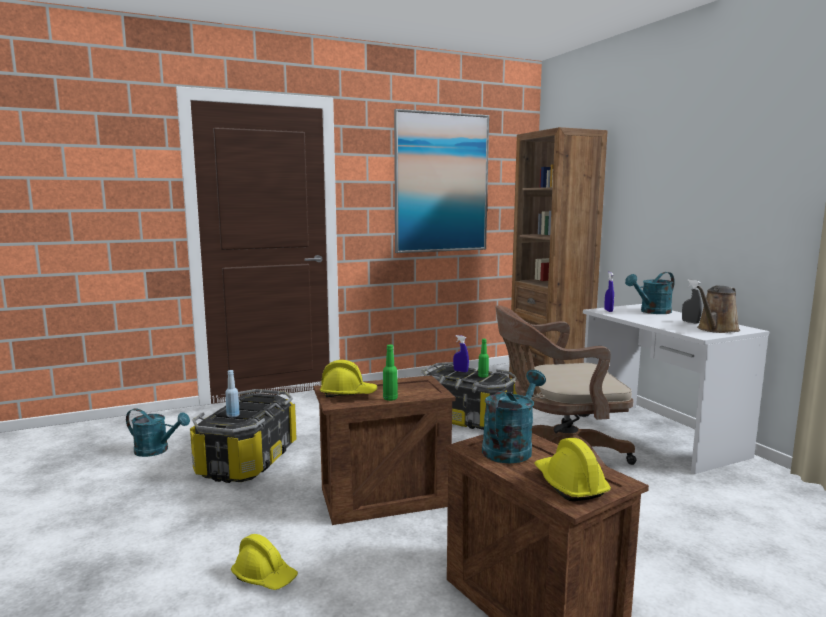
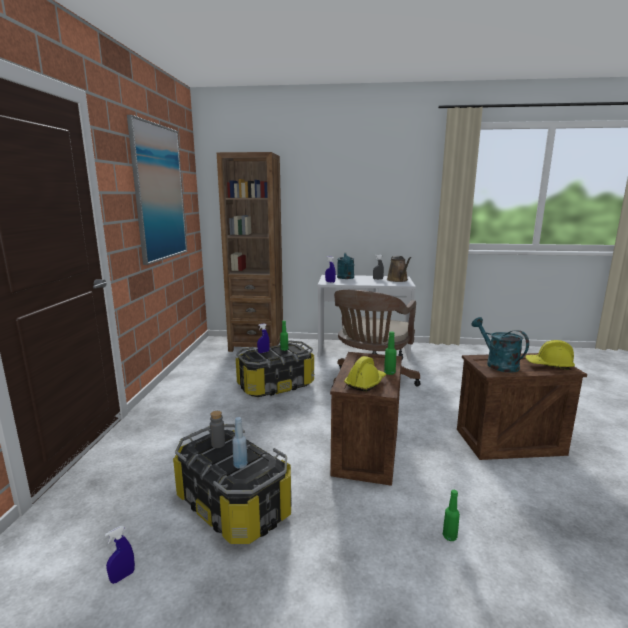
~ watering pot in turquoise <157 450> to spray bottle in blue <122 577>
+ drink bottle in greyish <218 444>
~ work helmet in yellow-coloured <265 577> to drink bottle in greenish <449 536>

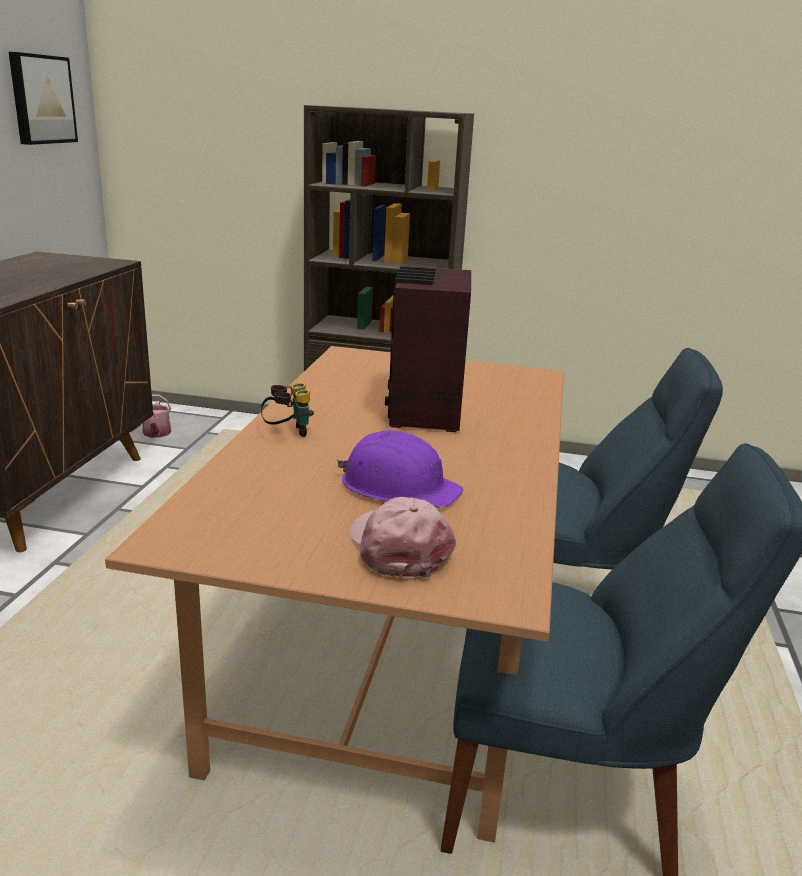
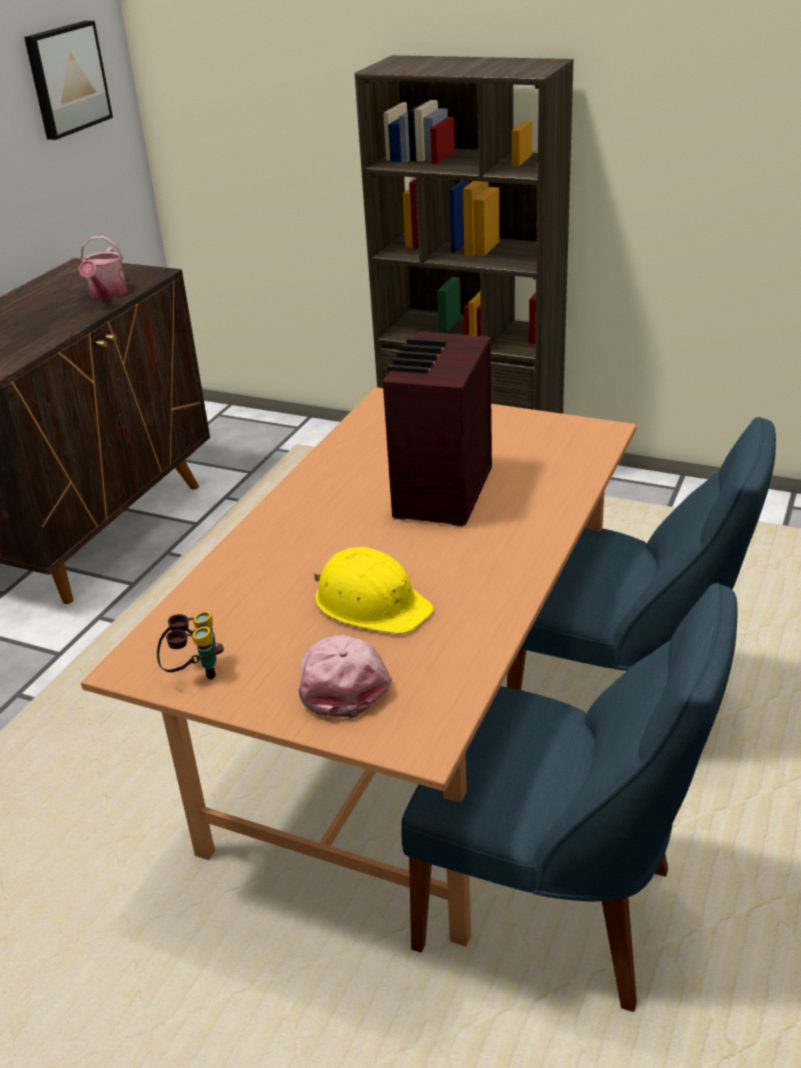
~ watering pot <156 434> to <107 294>
~ pair of binoculars <287 433> to <194 671>
~ work helmet in purple-coloured <399 487> to work helmet in yellow-coloured <371 603>

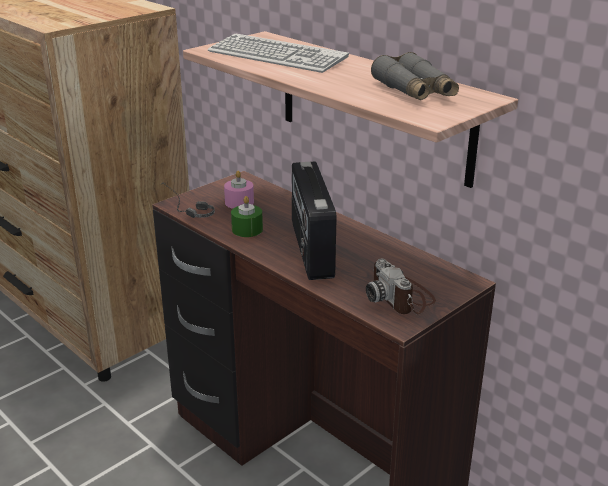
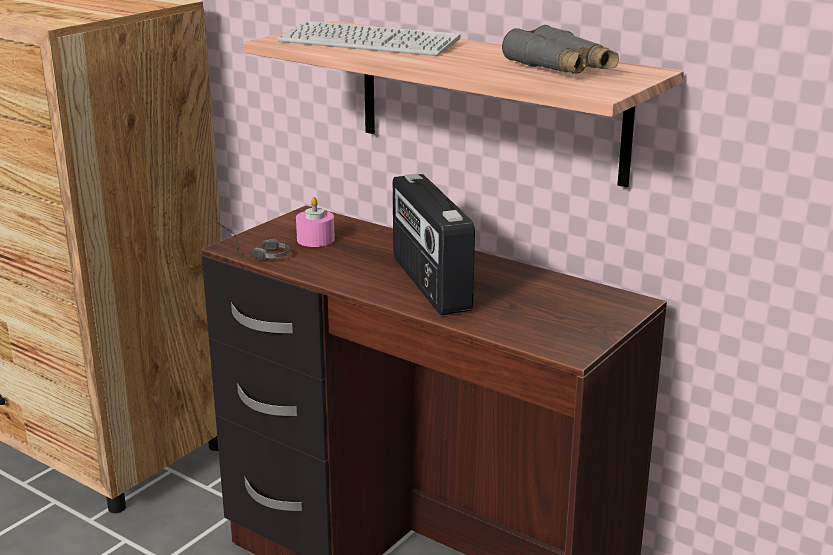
- candle in greenish <247 229>
- photo camera <401 297>

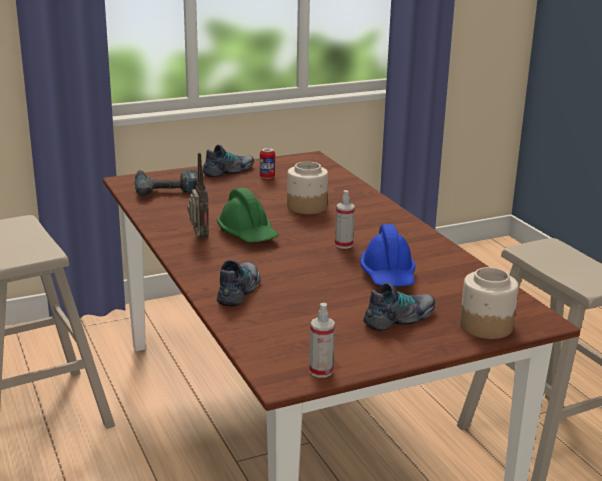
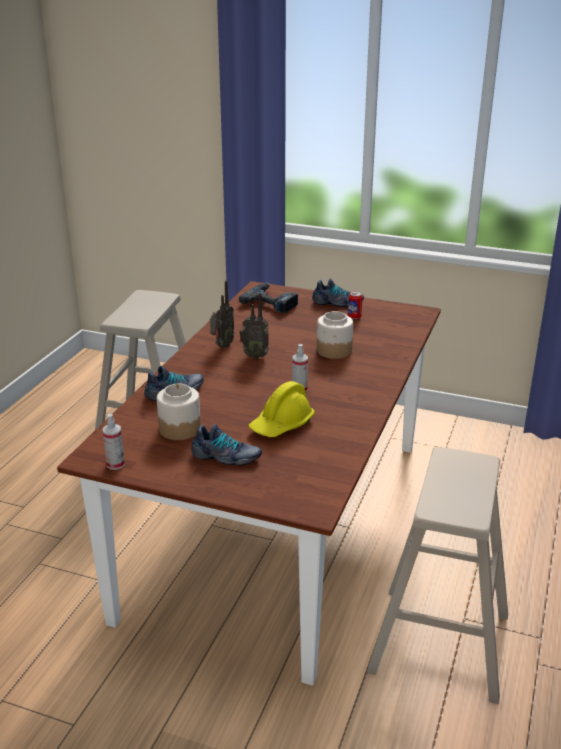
~ preserve jar <485 326> to <180 429>
~ work helmet in greenish <248 234> to radio <255 356>
~ work helmet in blue <388 275> to work helmet in yellow-coloured <282 425>

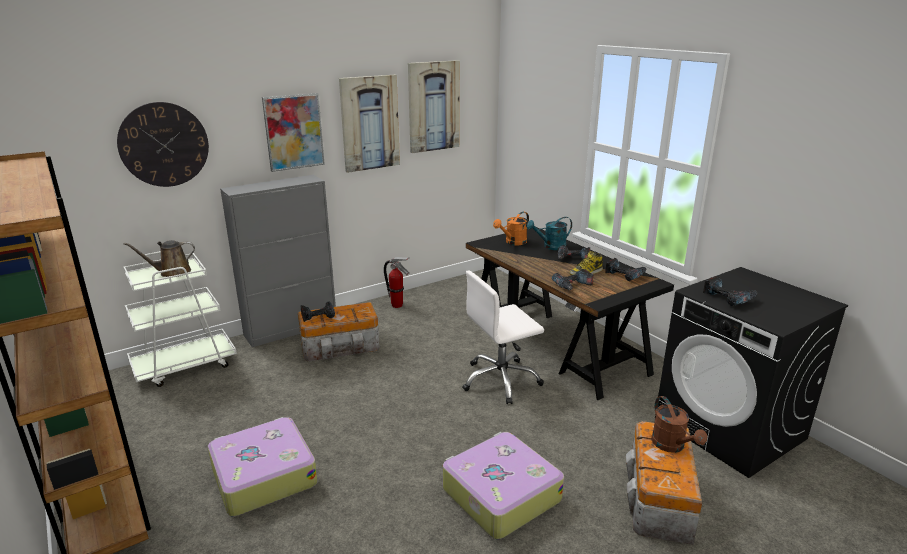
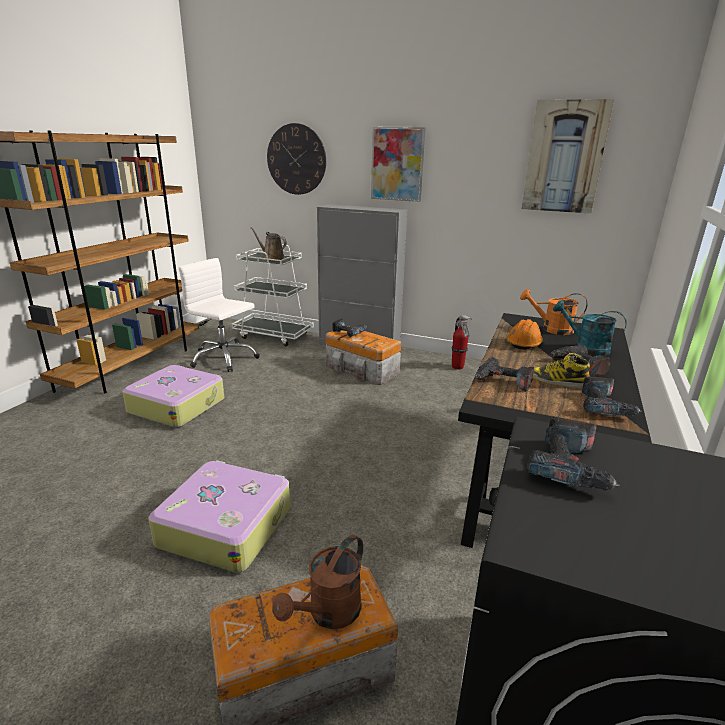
~ desk chair in whitish <501 380> to <223 358>
+ work helmet in orange <524 343>
- picture <369 123>

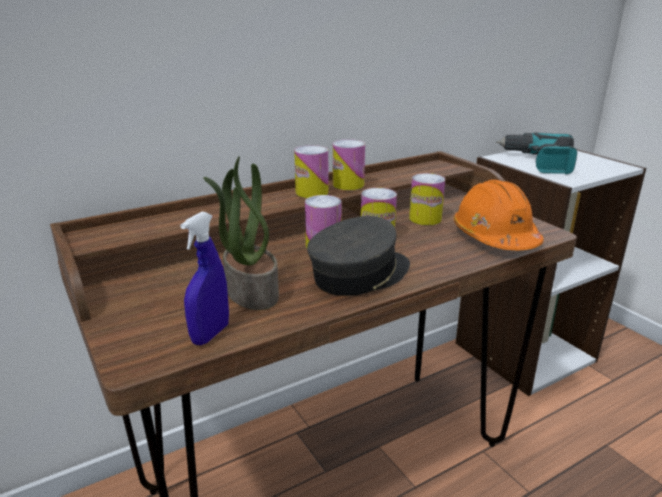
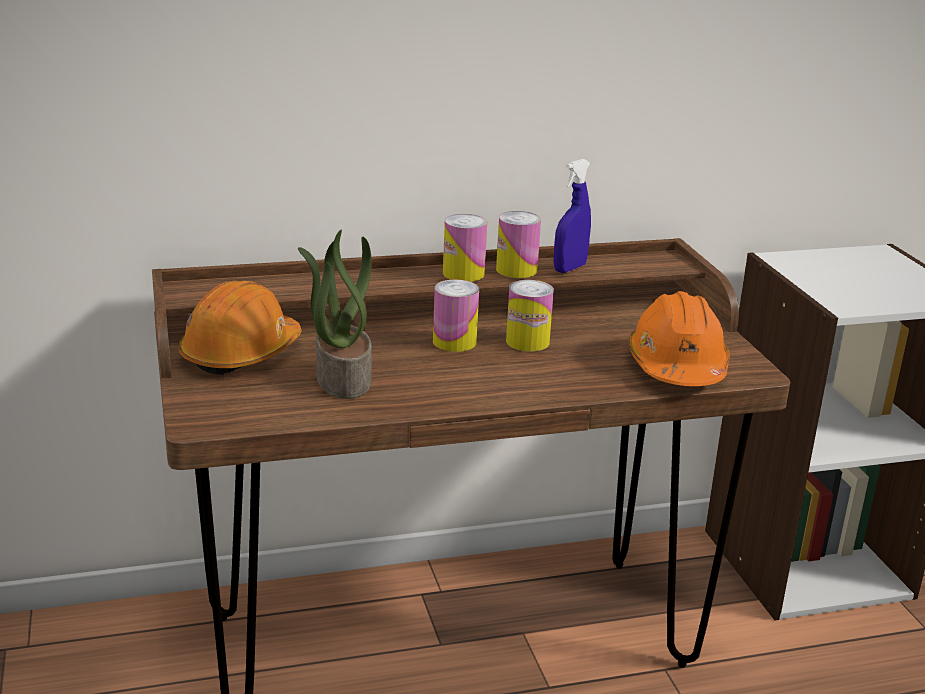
+ work helmet in orange <241 353>
~ spray bottle in blue <210 334> to <569 268>
- peaked cap in greyish <359 274>
- sealed can <425 219>
- power drill <538 162>

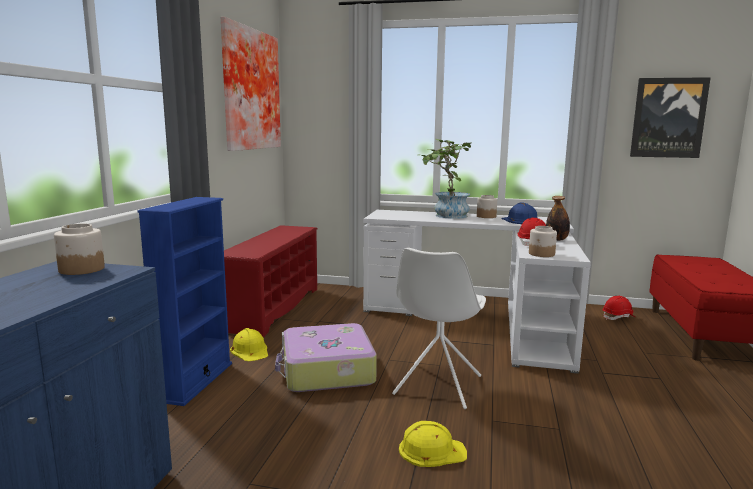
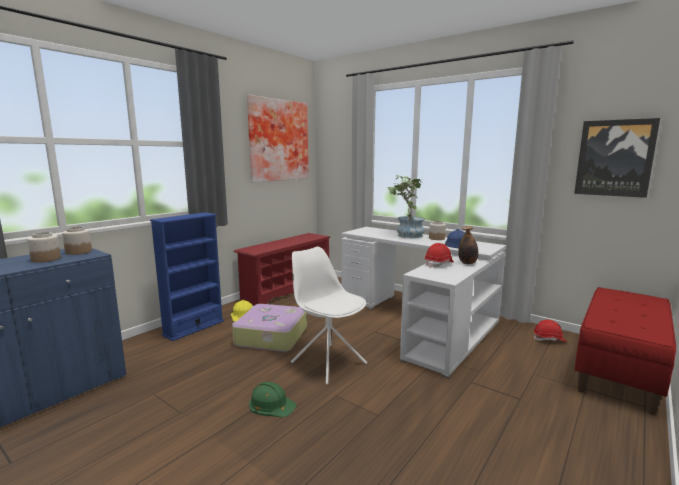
~ preserve jar <541 254> to <45 259>
~ work helmet in yellow-coloured <431 450> to work helmet in greenish <271 404>
~ plain chair in whitish <437 386> = <328 362> 90 degrees clockwise

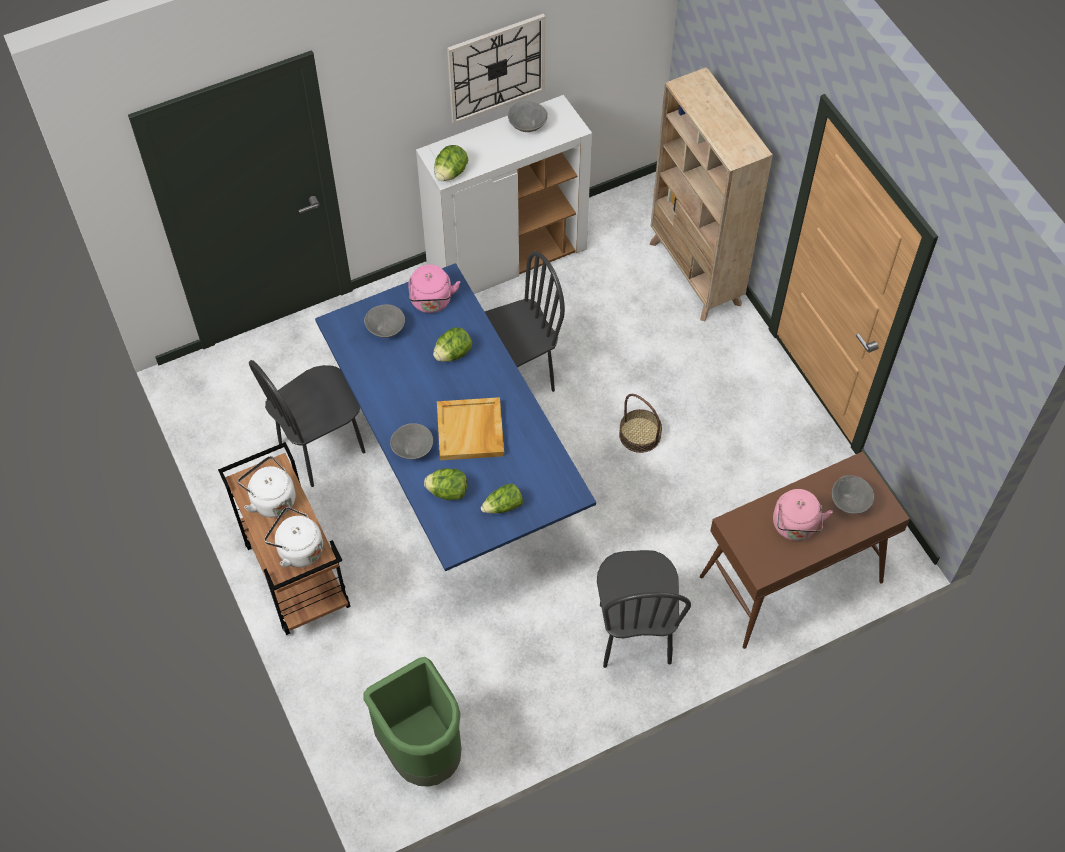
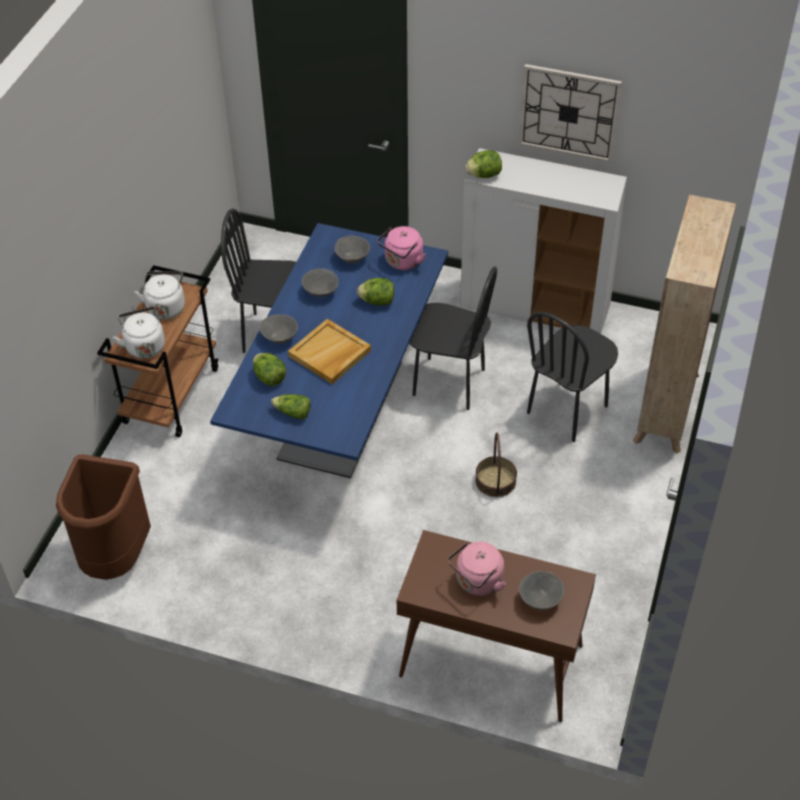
~ rubbish bin in greenish <423 751> to rubbish bin in brown <116 557>
~ bowl in greyish <528 126> to <321 292>
~ plain chair in blackish <634 633> to <567 410>

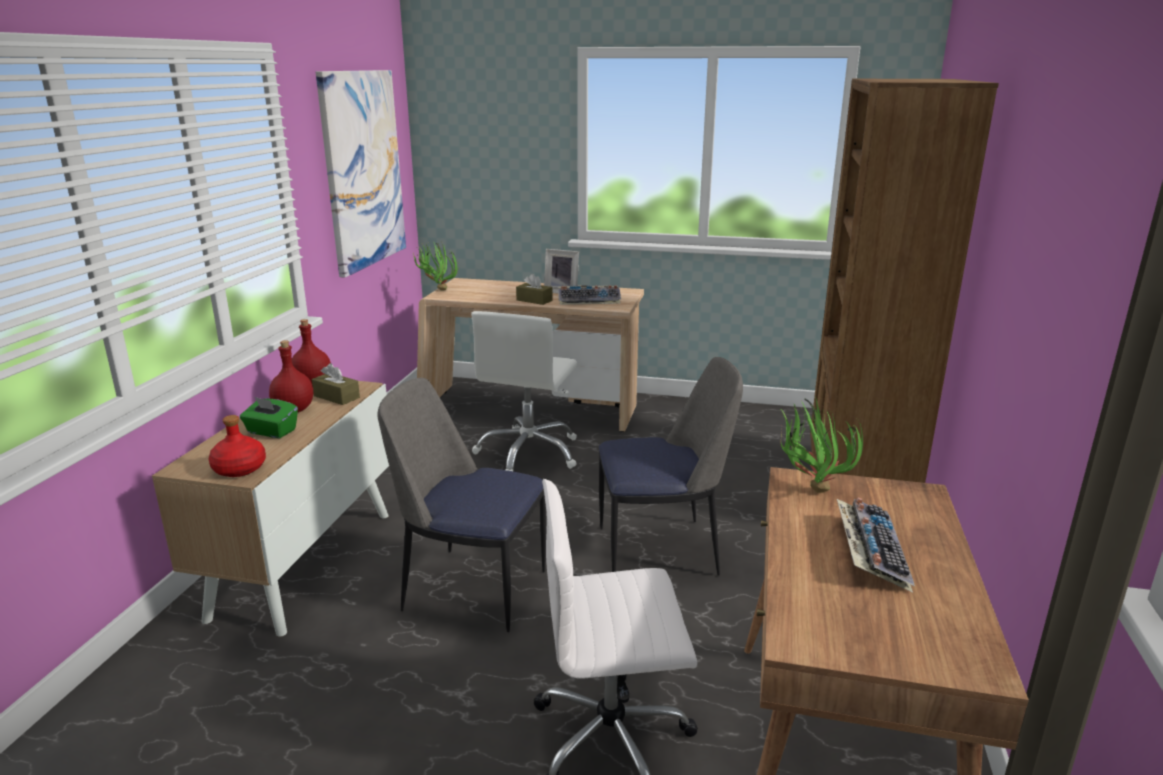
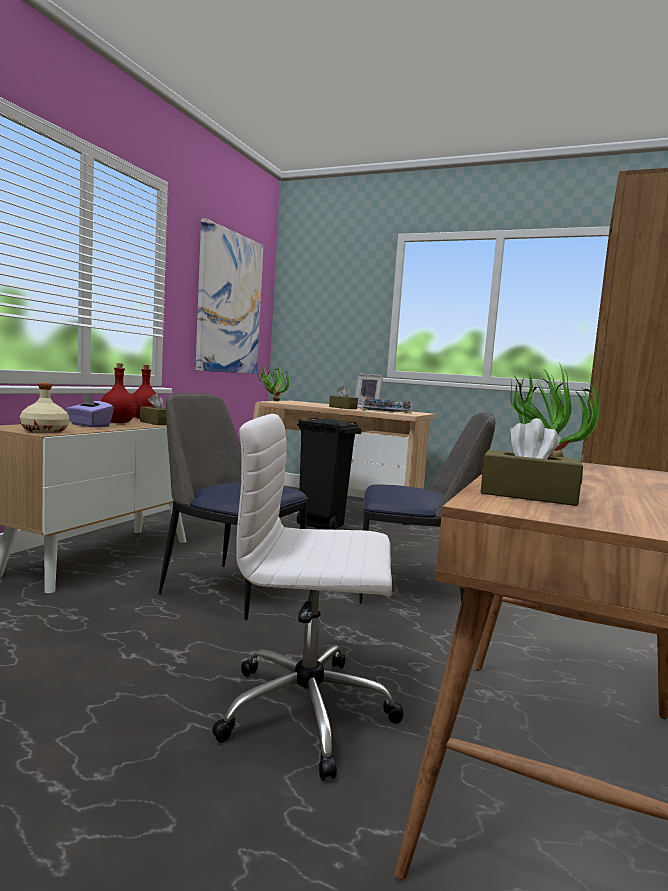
~ drink bottle in red-coloured <239 469> to drink bottle in beige-coloured <44 431>
~ tissue holder in greenish <271 432> to tissue holder in purple-coloured <89 425>
~ desk chair in whitish <529 453> to rubbish bin in blackish <321 525>
+ tissue holder in brown <528 495>
- keyboard <869 551>

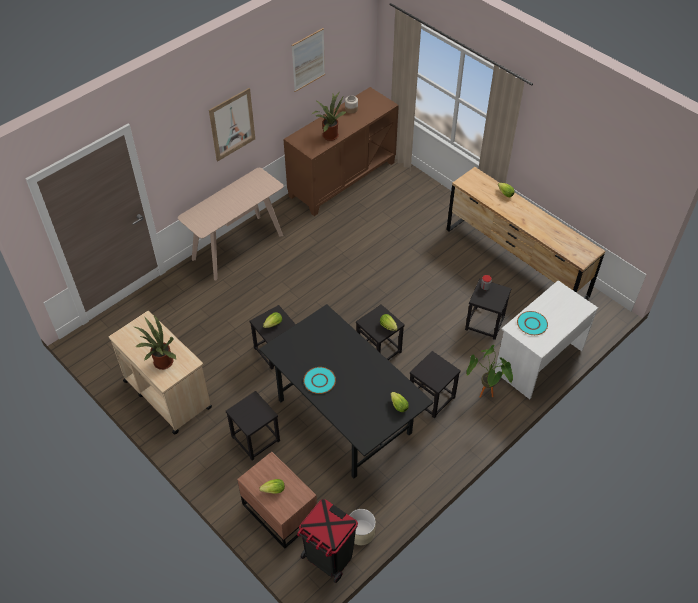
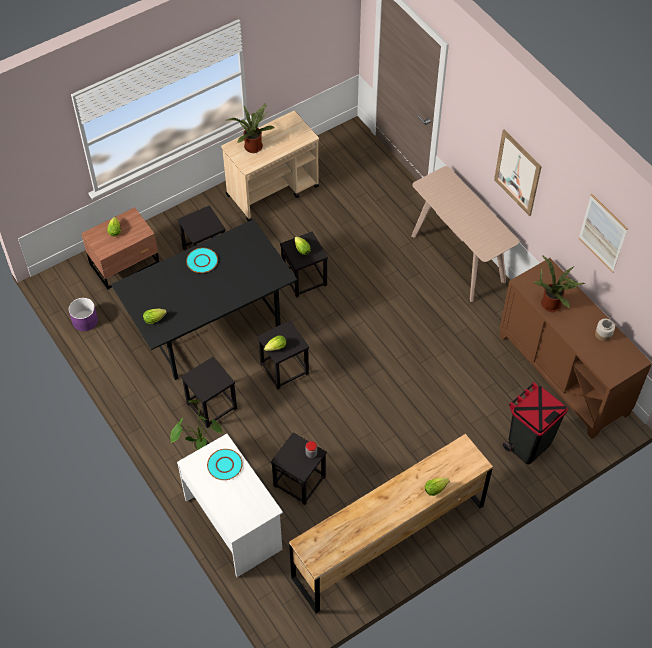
~ planter in beige-coloured <361 532> to planter in purple-coloured <85 320>
~ rubbish bin in blackish <328 558> to <528 444>

